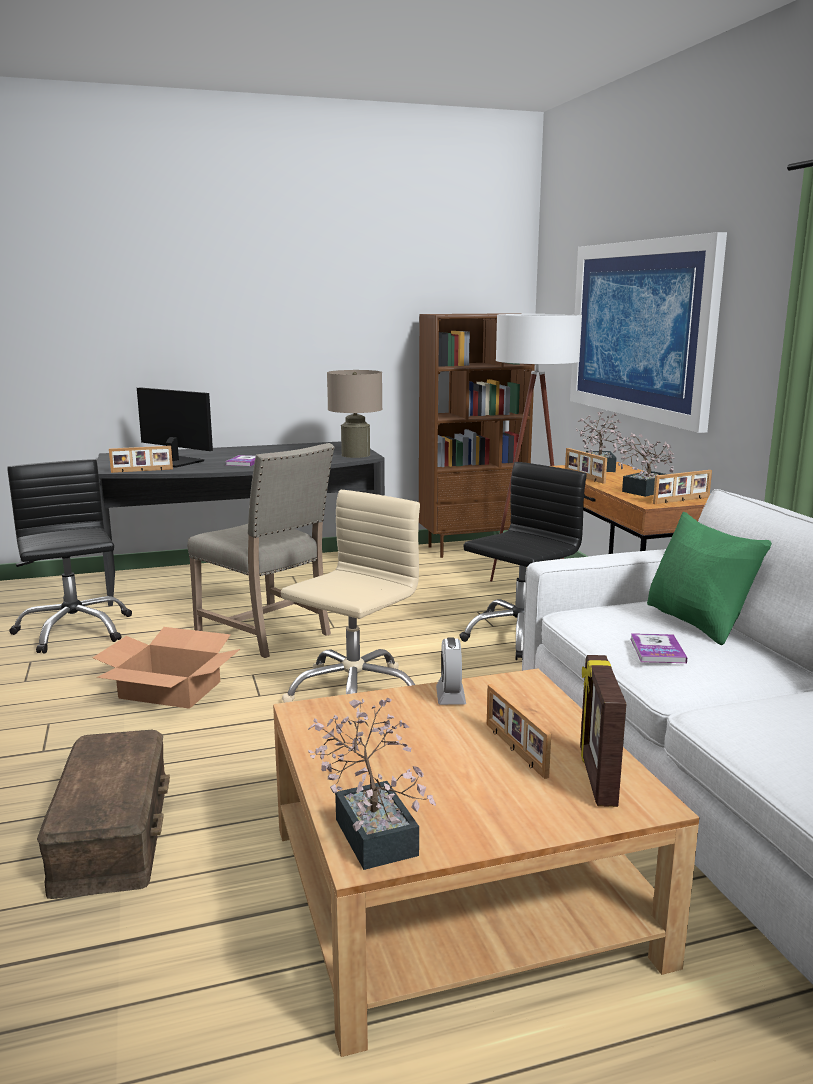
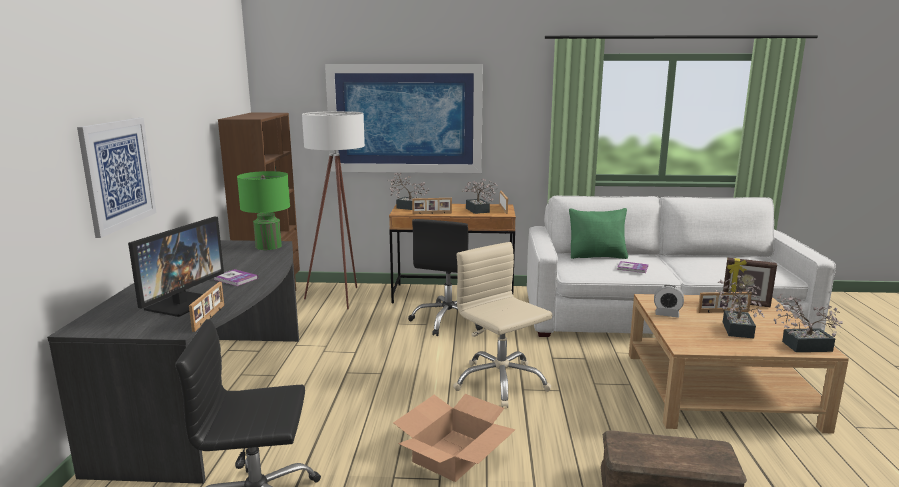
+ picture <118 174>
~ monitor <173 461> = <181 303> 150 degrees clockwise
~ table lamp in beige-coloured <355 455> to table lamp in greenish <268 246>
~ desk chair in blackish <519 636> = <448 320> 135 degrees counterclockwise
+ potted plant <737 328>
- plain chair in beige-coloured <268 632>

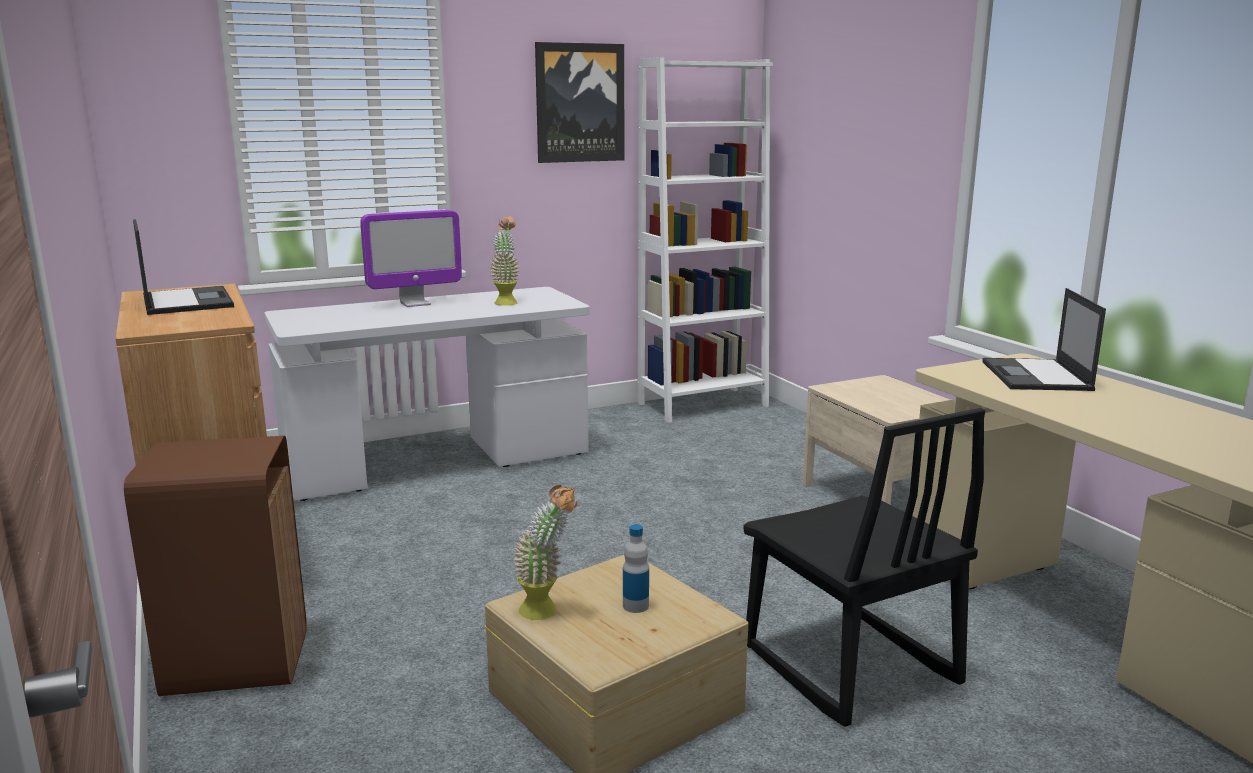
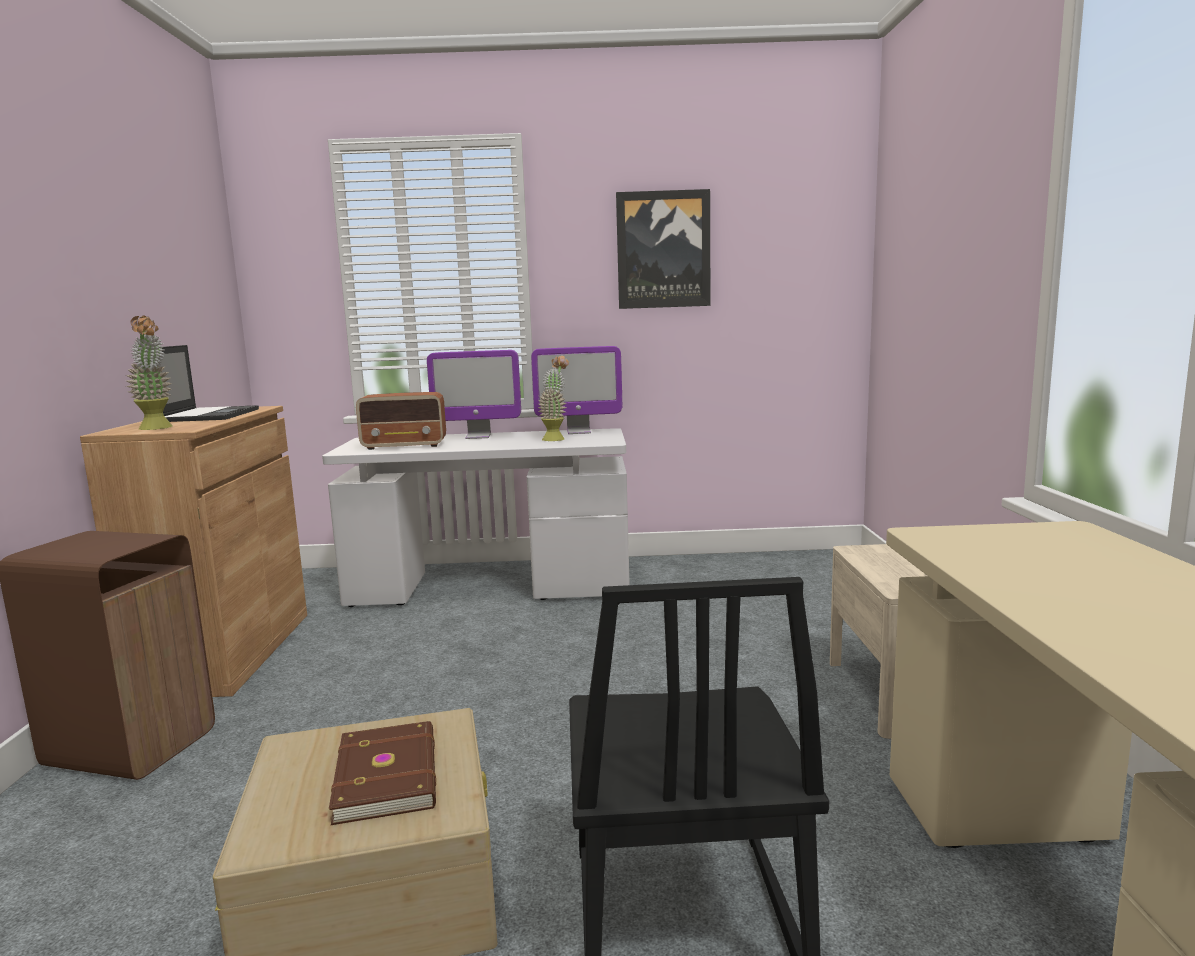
~ potted plant <547 612> to <157 428>
~ drink bottle <635 606> to bound book in brown <389 775>
+ radio <405 446>
+ monitor <579 432>
- bookcase in whitish <702 404>
- laptop <1036 376>

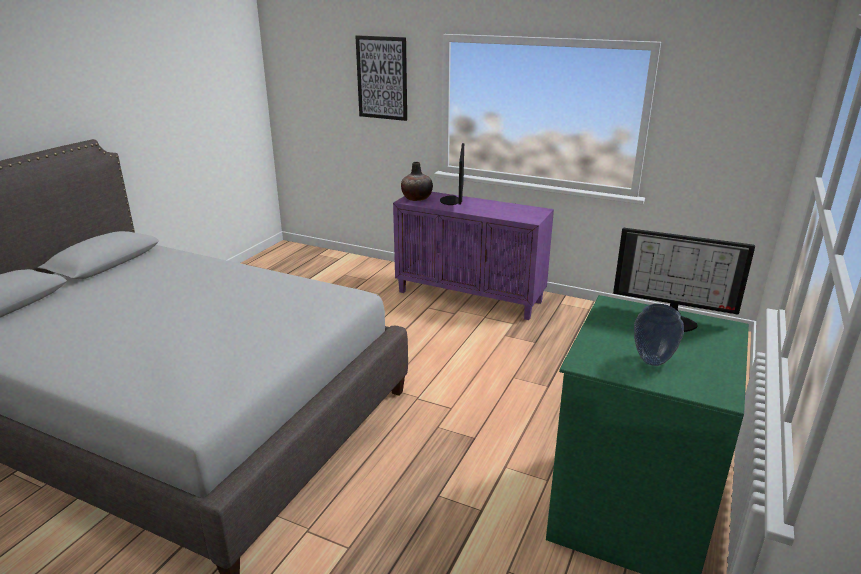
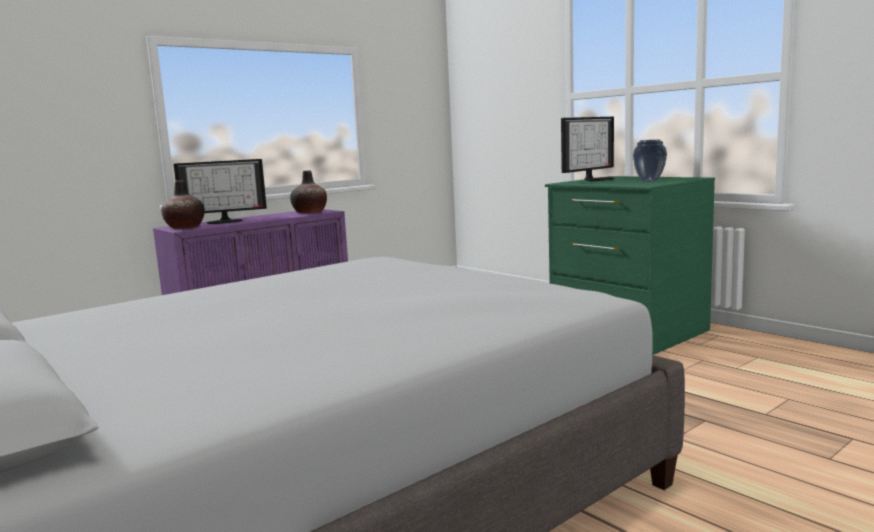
~ monitor <453 201> = <225 221> 45 degrees counterclockwise
+ decorative vase <310 212>
- picture <382 78>

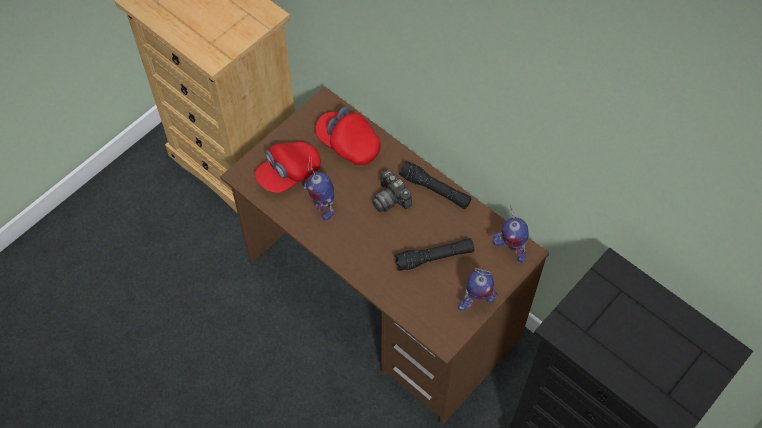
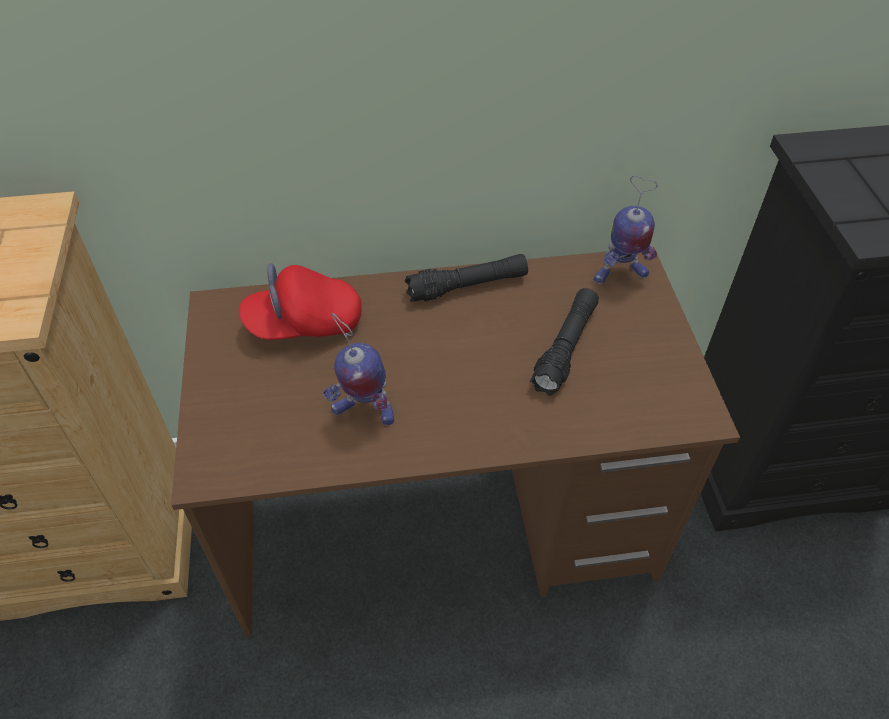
- peaked cap in red-coloured <289 174>
- photo camera <391 198>
- model robot <475 302>

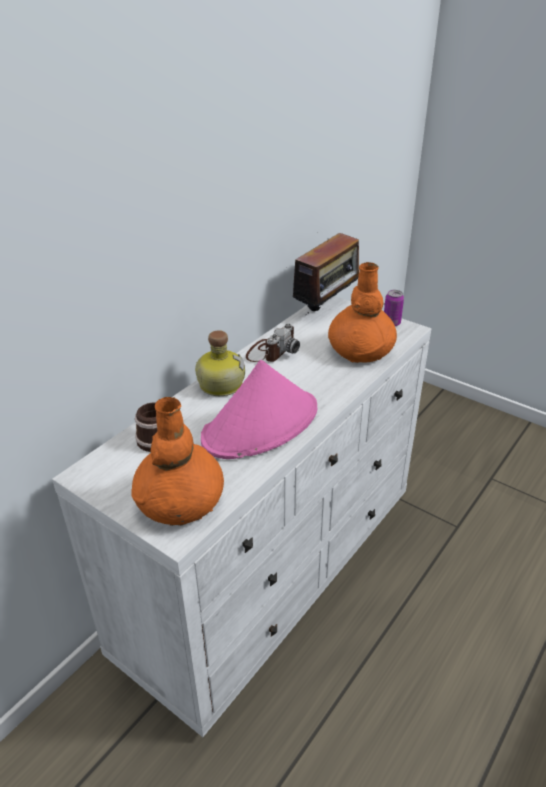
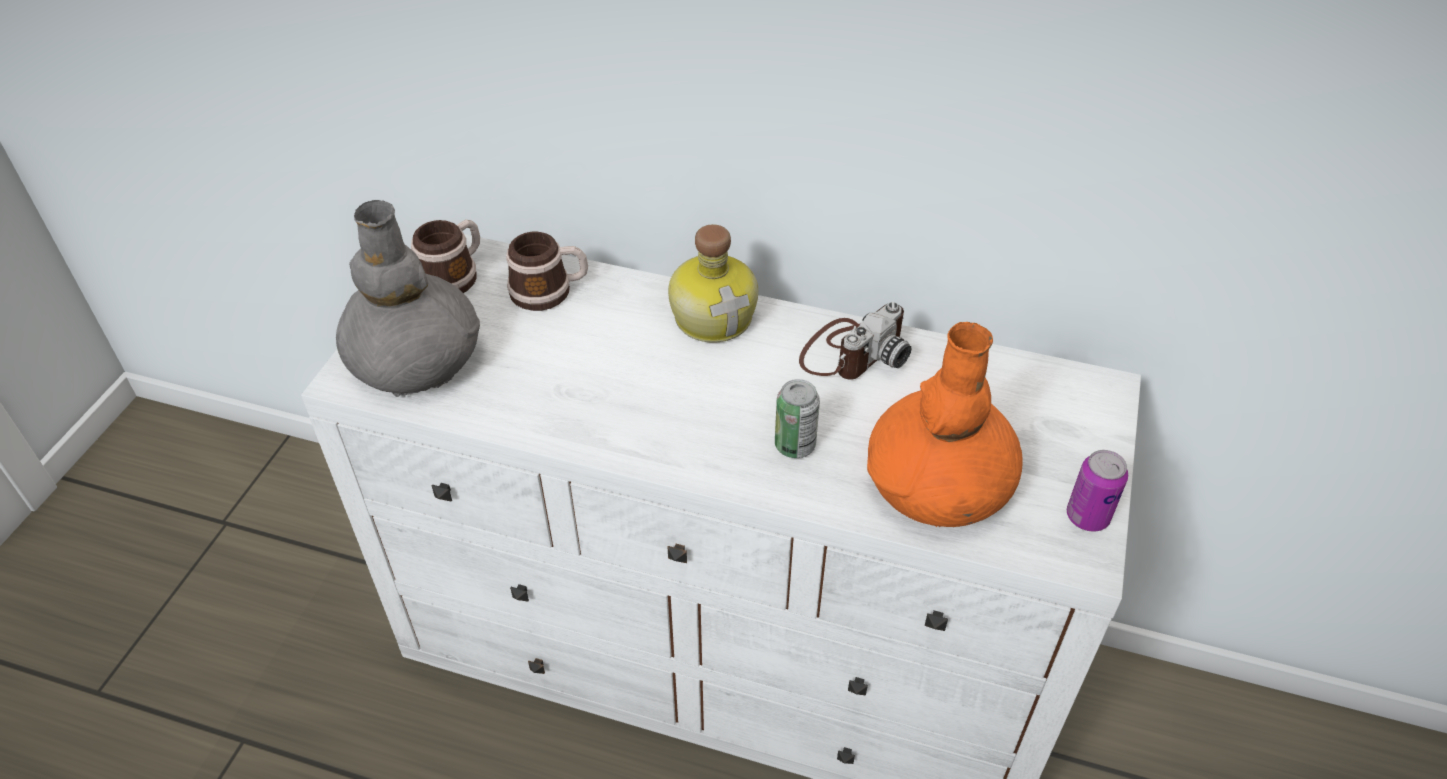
~ decorative vase in orange <180 501> to decorative vase in greyish <415 360>
+ mug <454 275>
+ sealed can <795 445>
~ photo camera <271 351> = <852 351> 60 degrees counterclockwise
- clothing hat in pink-coloured <261 424>
- radio <327 308>

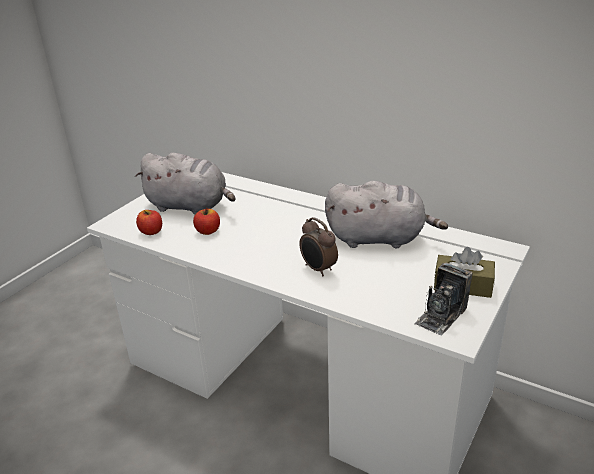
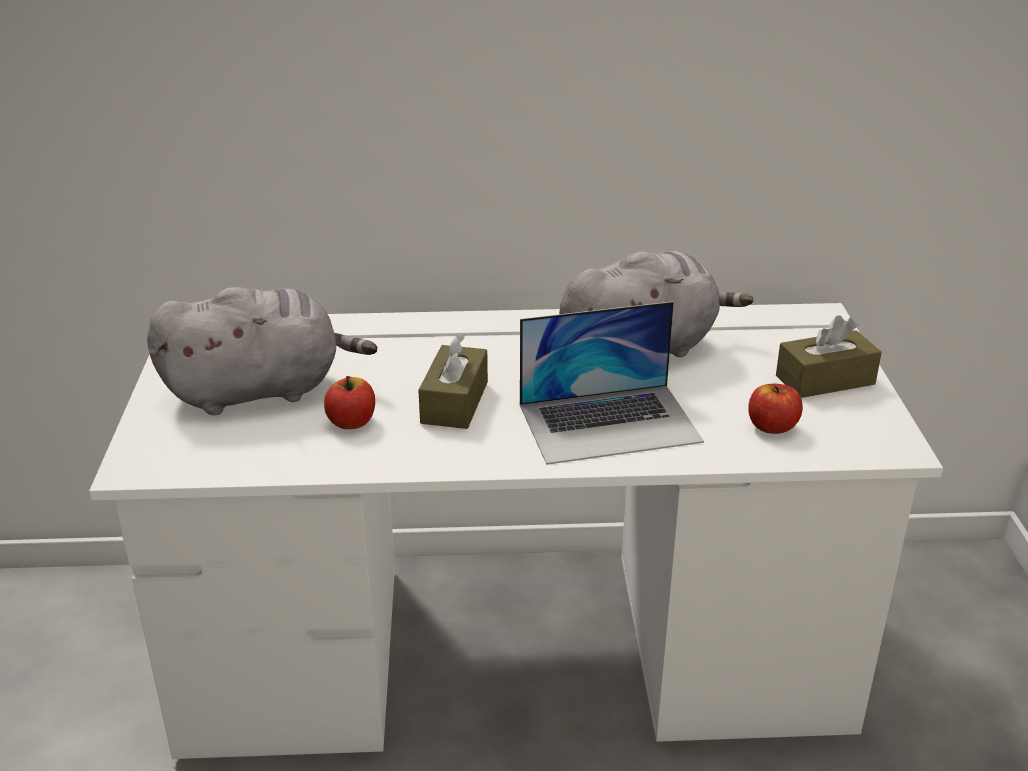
+ tissue holder in brown <454 402>
~ bedside clock <318 269> to laptop <610 423>
~ apple fruit <151 232> to <772 427>
- photo camera <441 315>

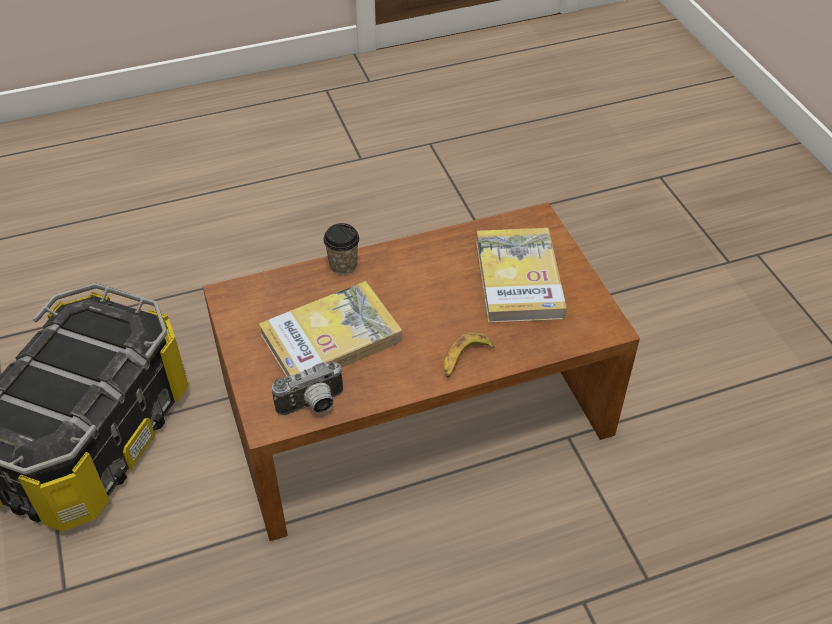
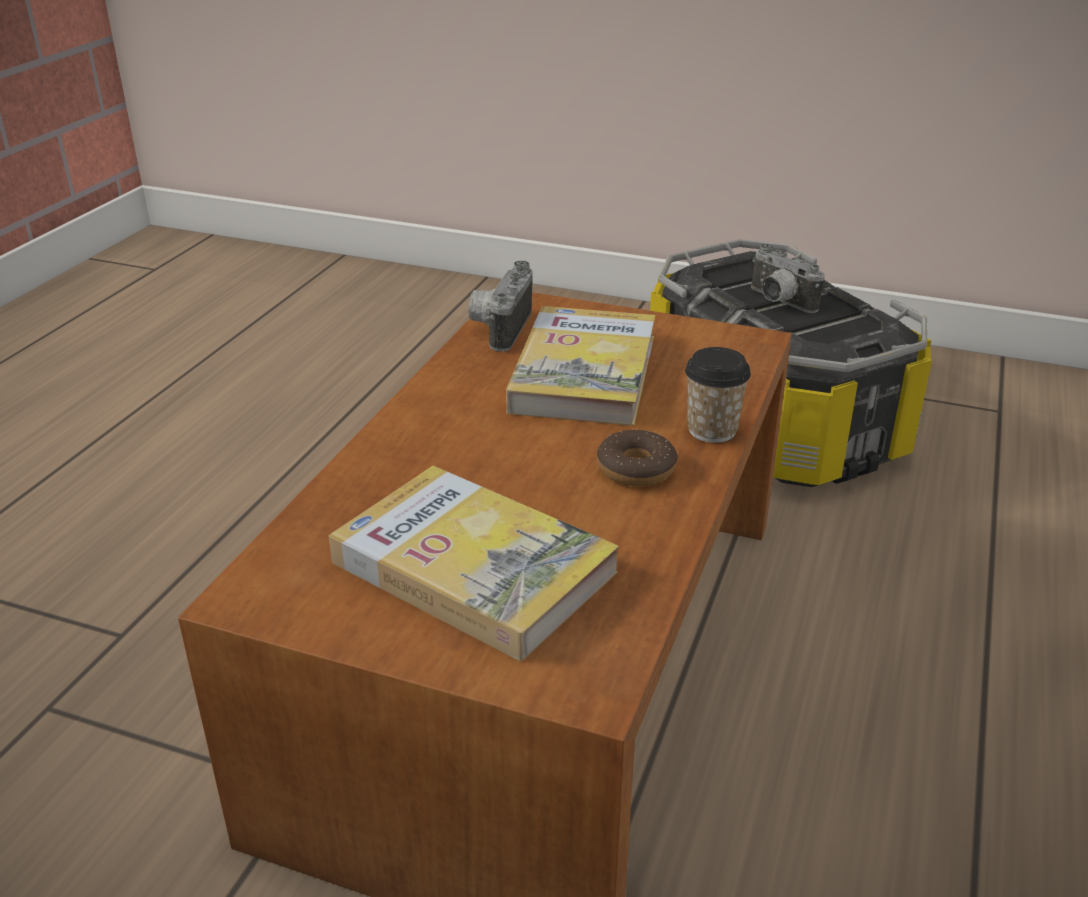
+ doughnut <636 469>
+ photo camera <777 302>
- whole banana <465 359>

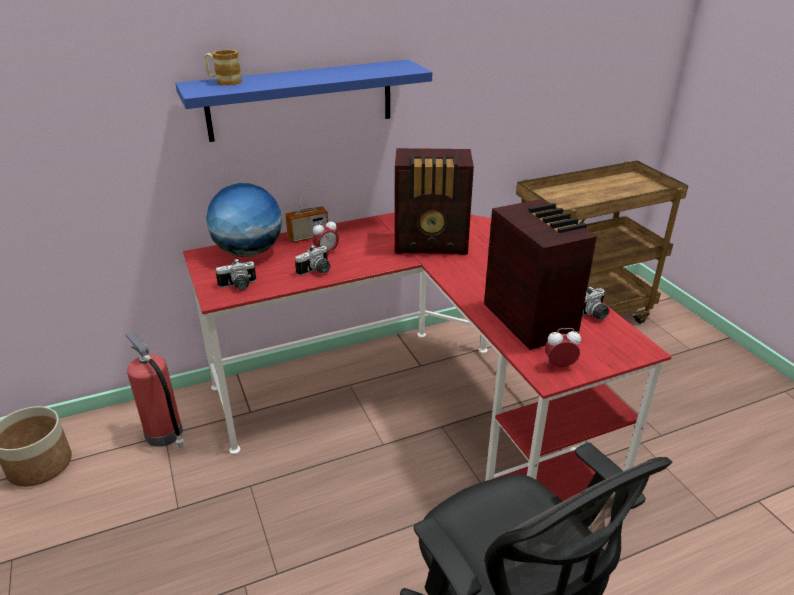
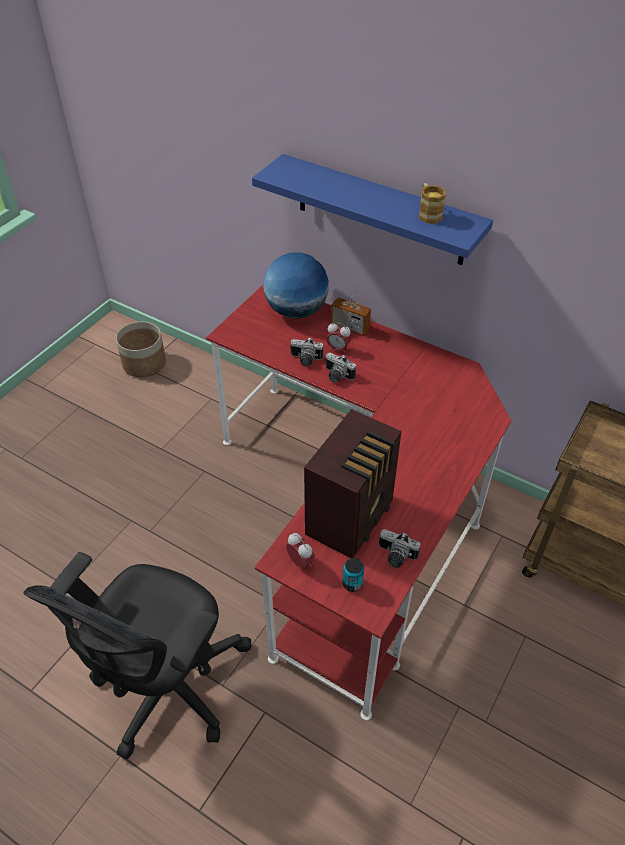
~ photo camera <238 286> to <336 376>
+ sealed can <352 583>
~ mug <224 81> to <428 213>
- fire-fighting cylinder <165 434>
- radio <432 244>

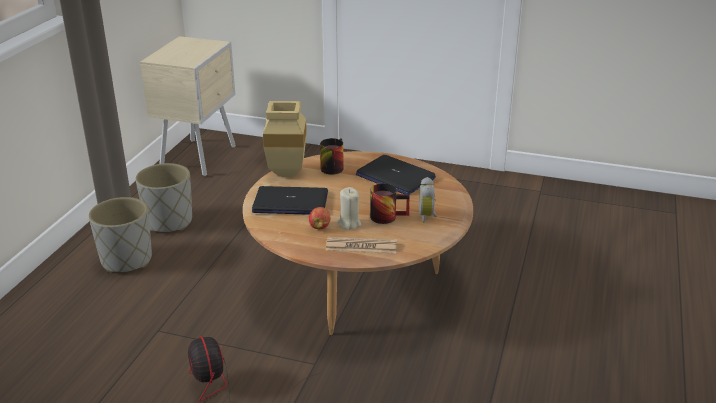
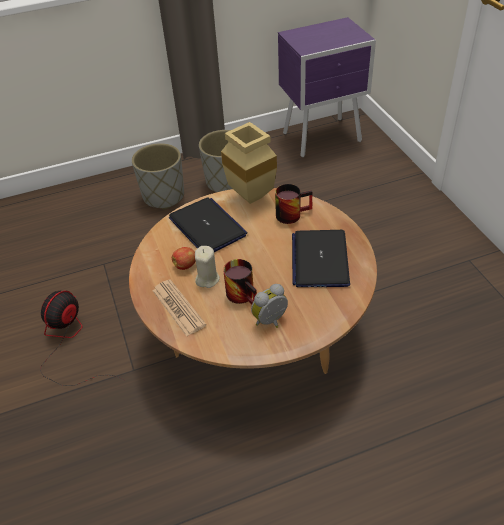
~ bedside table in beige-coloured <200 157> to bedside table in purple-coloured <324 138>

